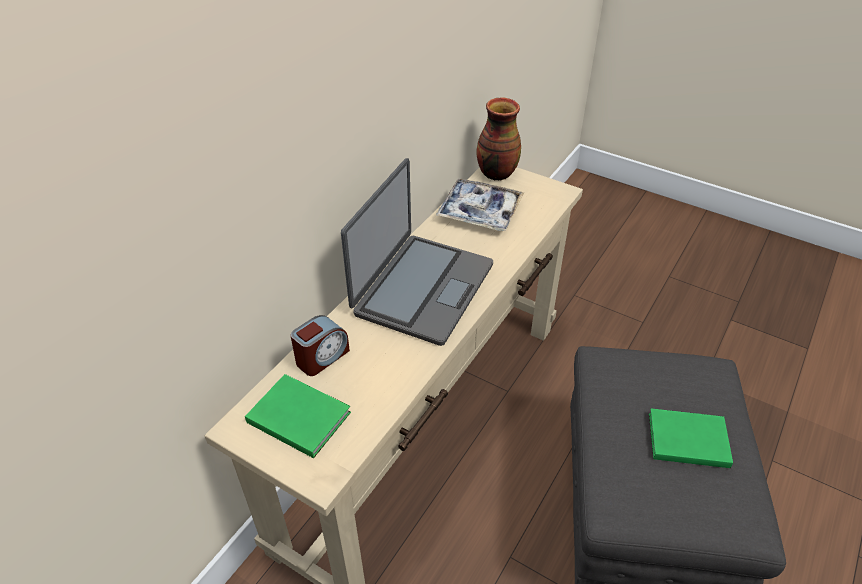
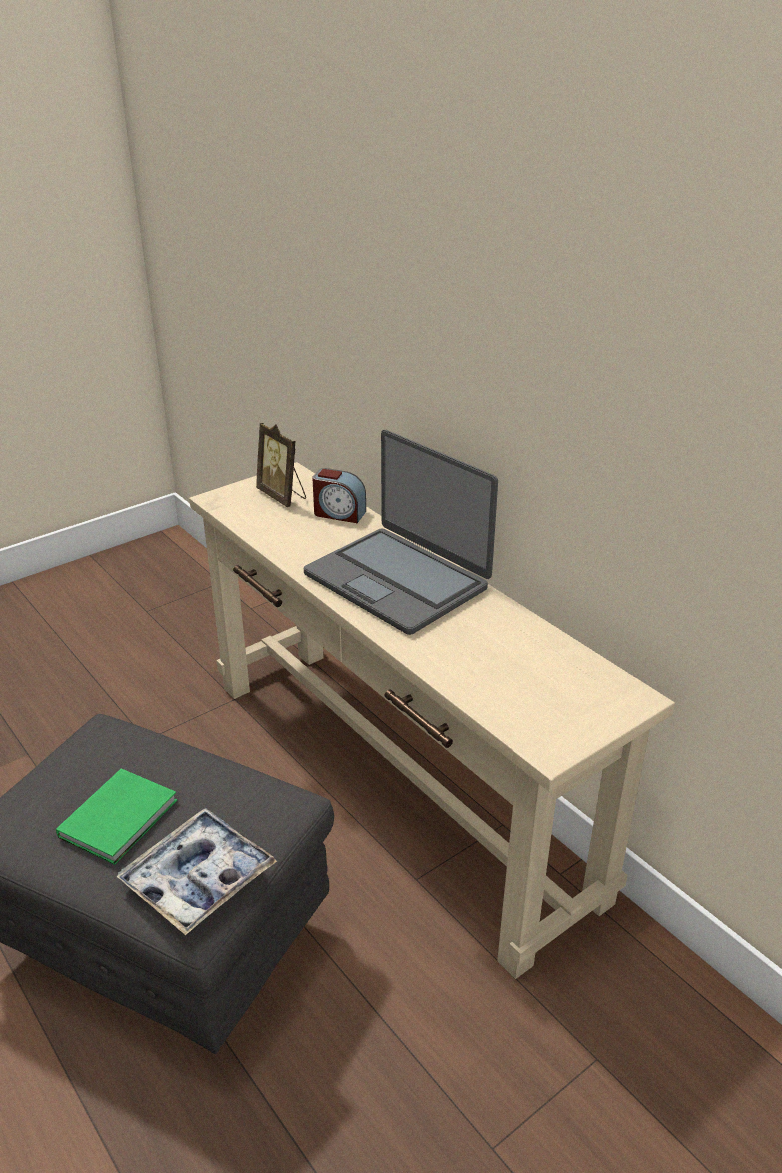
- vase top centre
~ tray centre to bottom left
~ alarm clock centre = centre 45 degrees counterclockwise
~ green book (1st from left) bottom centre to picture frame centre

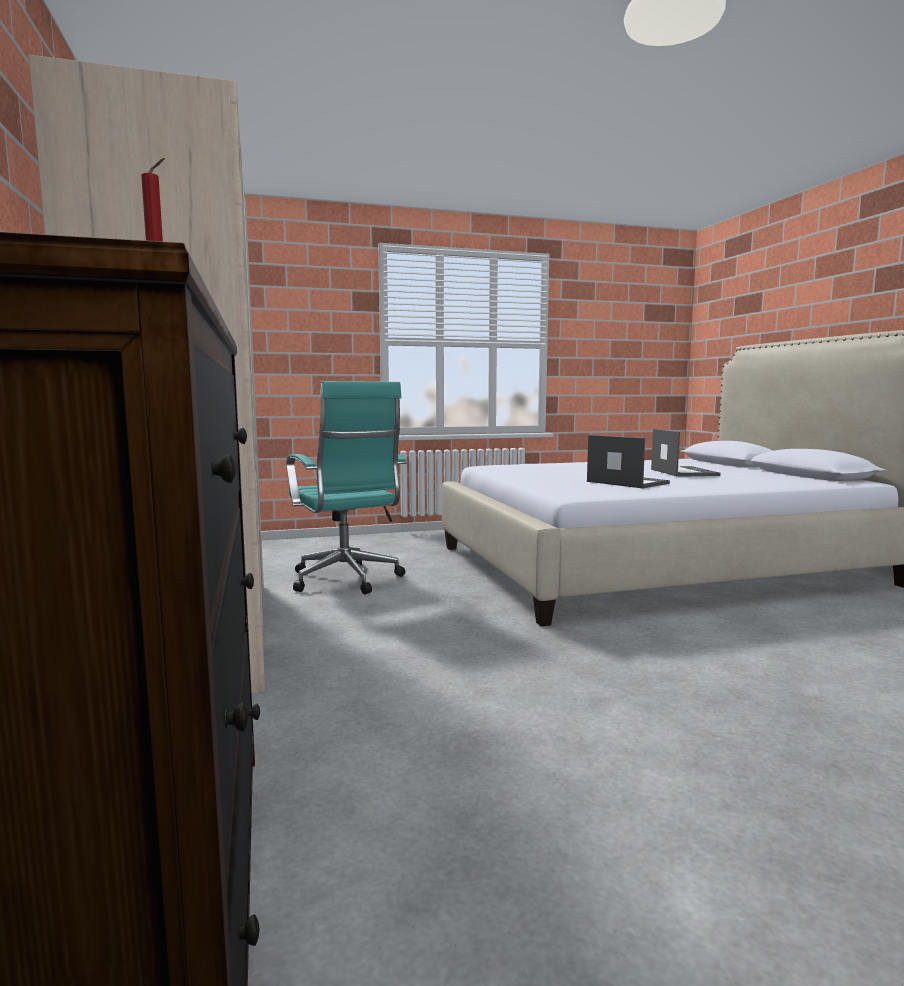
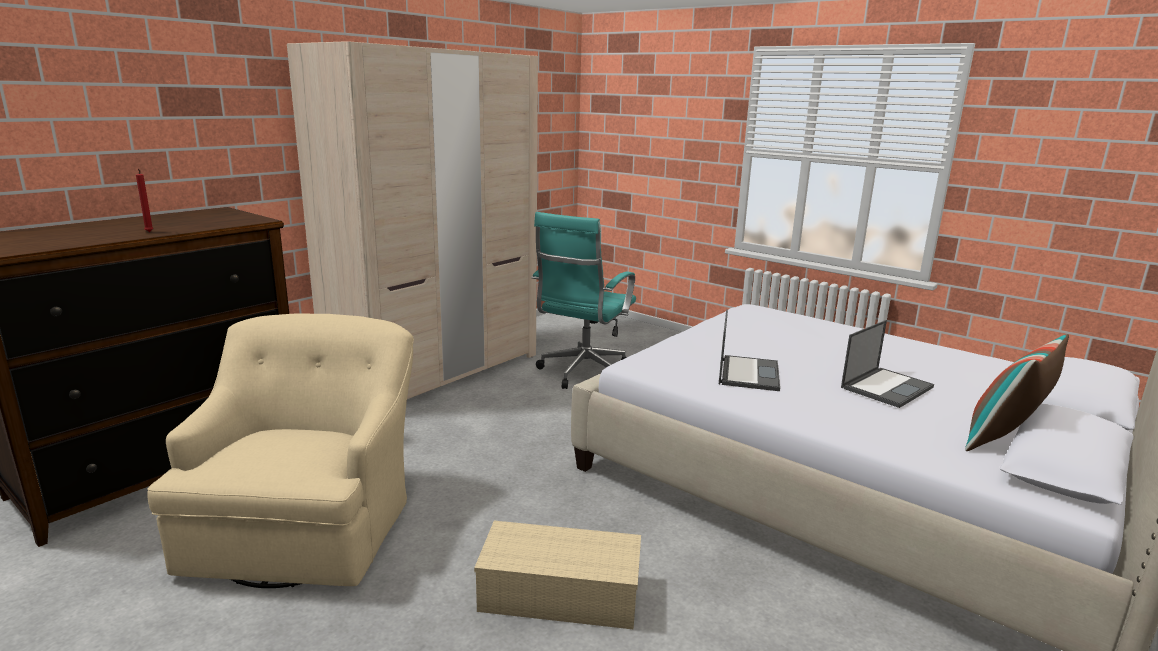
+ beige armchair bottom left
+ pillow middle right
+ beige storage box bottom centre

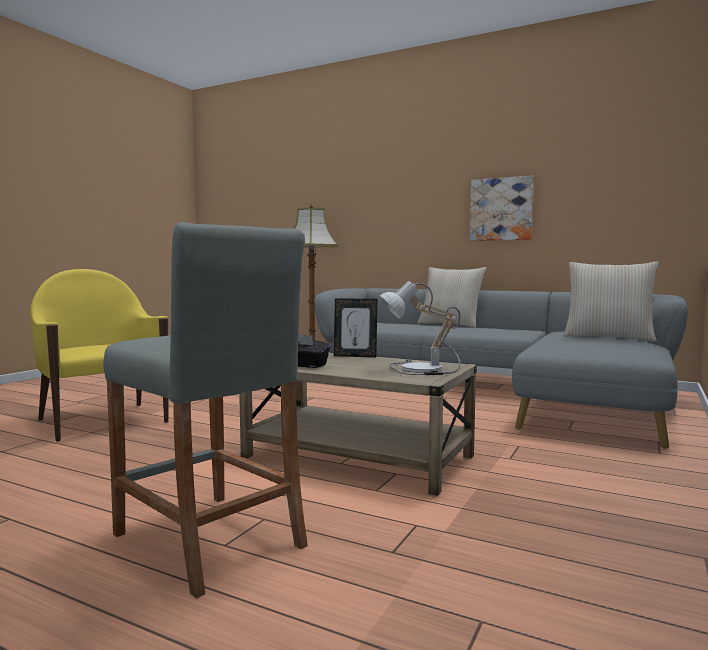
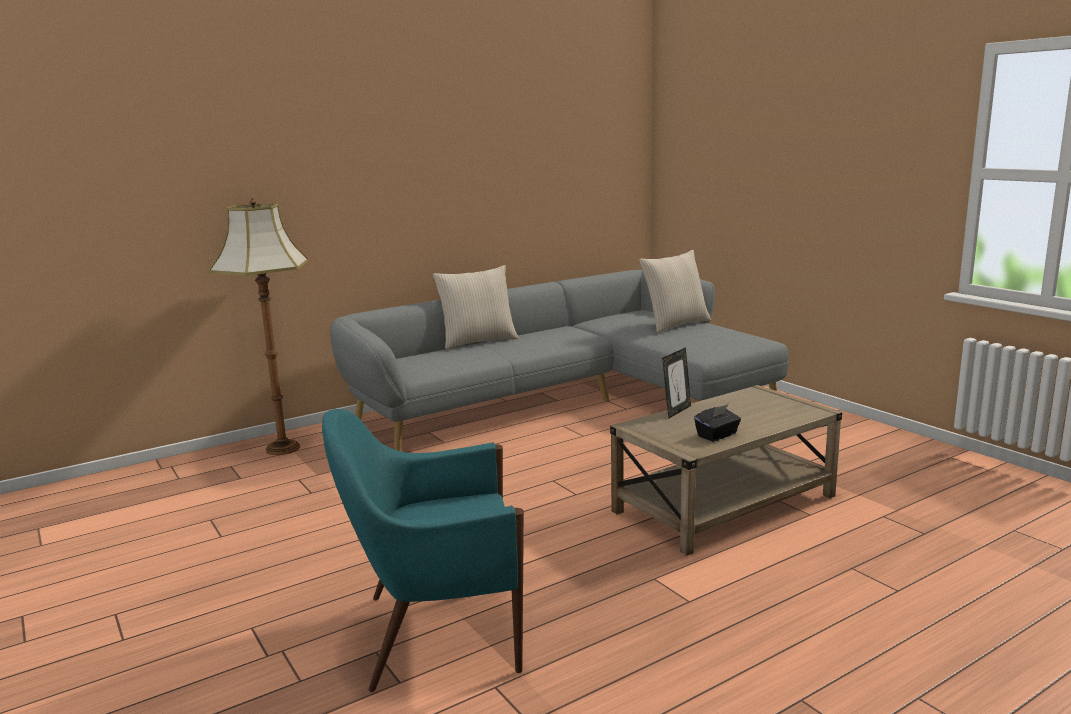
- picture top right
- grey stool middle left
~ yellow armchair middle left to turquoise armchair bottom centre
- table lamp centre

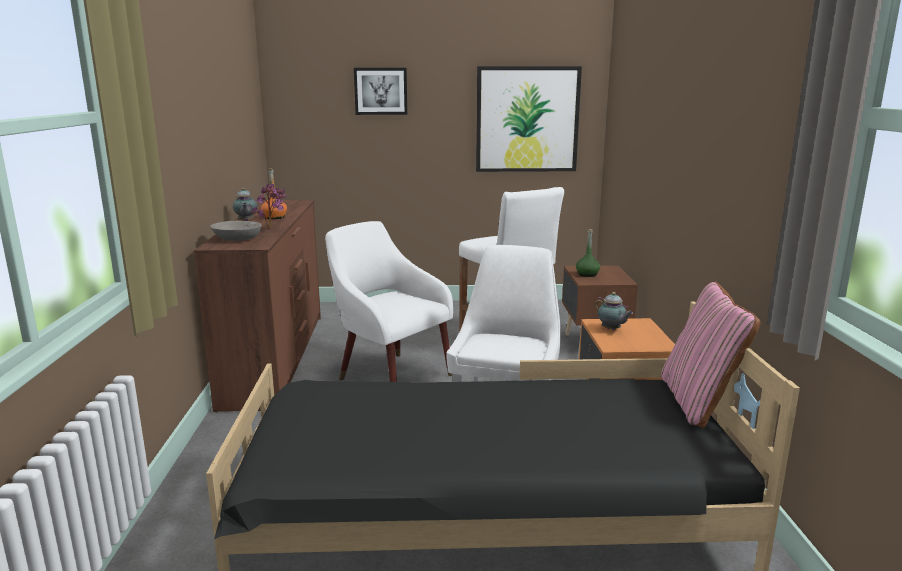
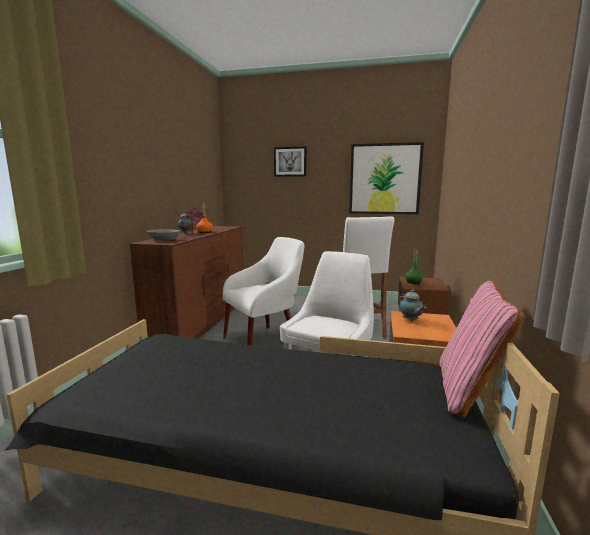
~ white armchair centre = centre 90 degrees clockwise

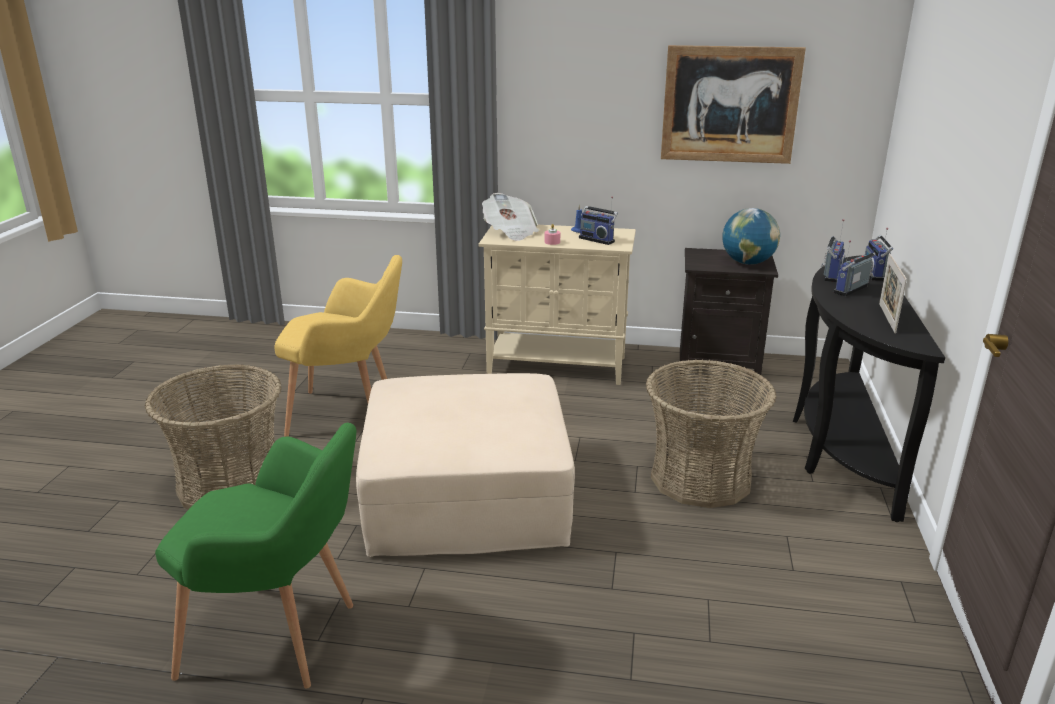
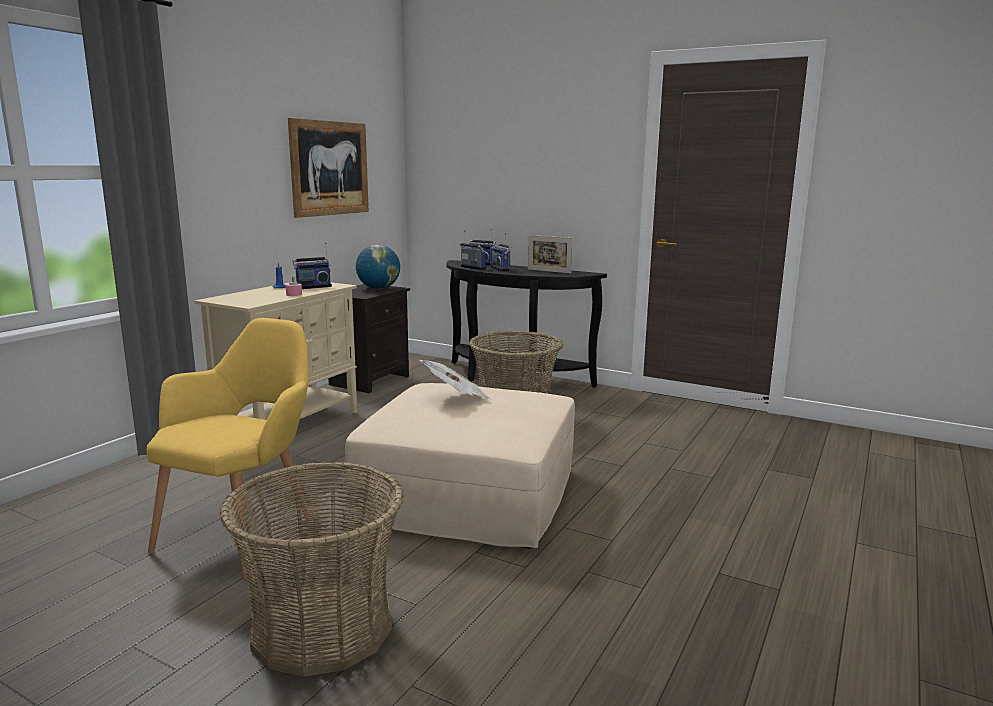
~ newspaper top centre to centre
- green armchair bottom left

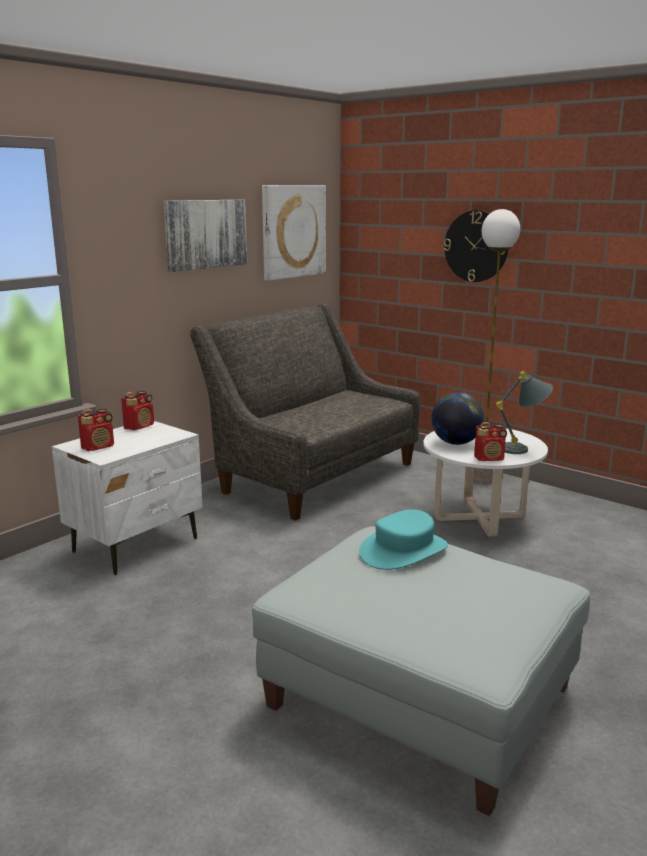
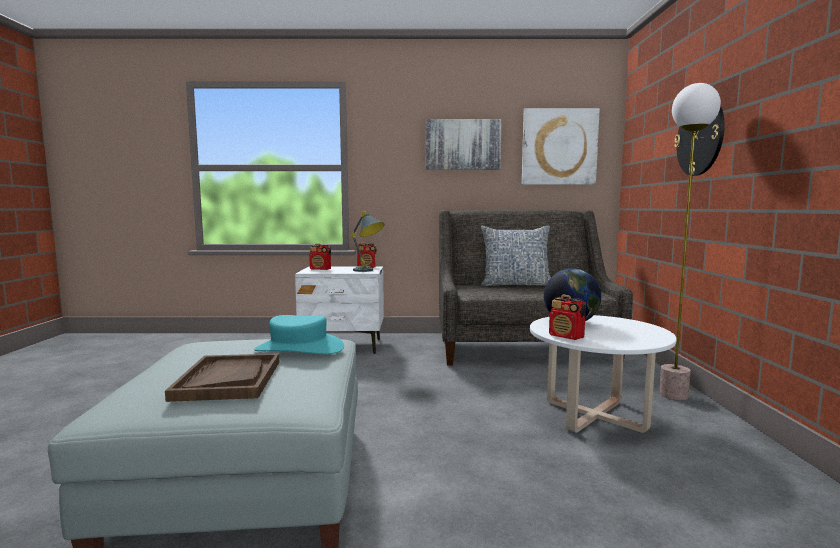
~ grey table lamp middle right to centre
+ pillow centre
+ brown tray bottom left

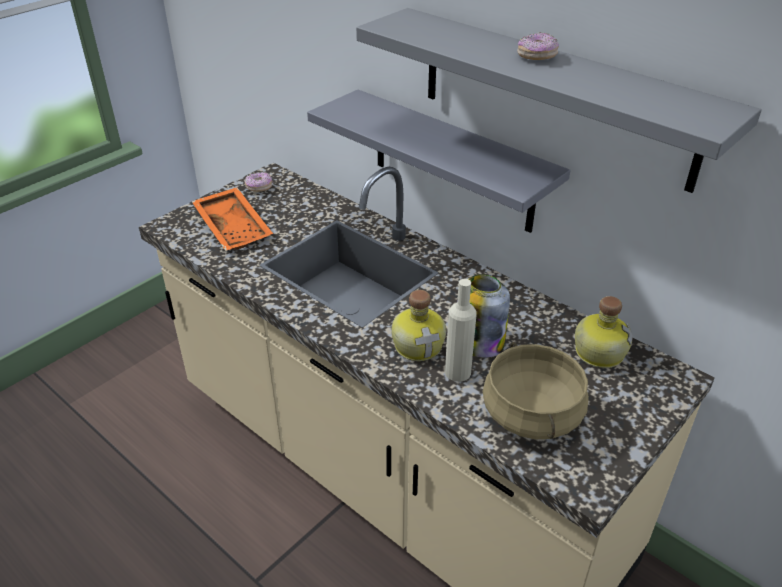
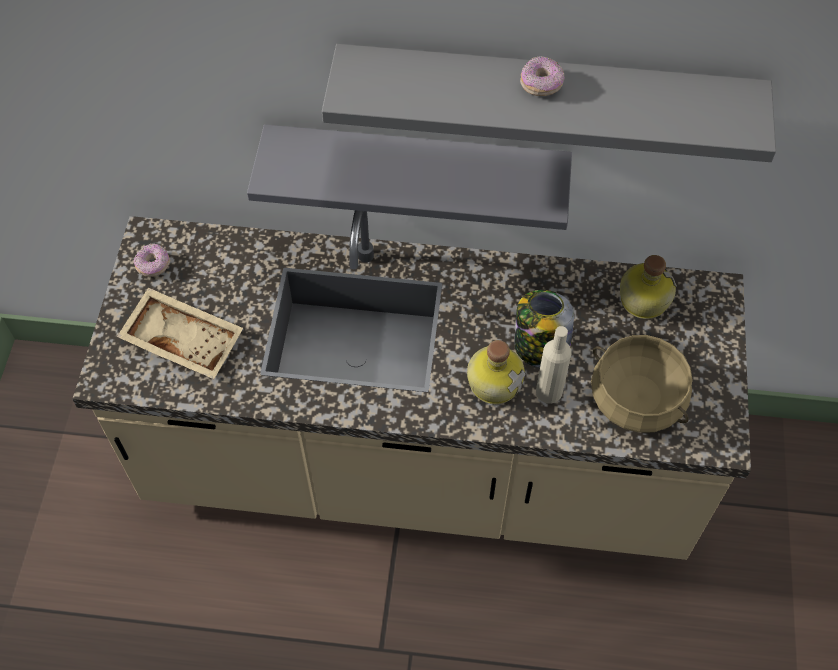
~ orange tray middle left to beige tray middle left

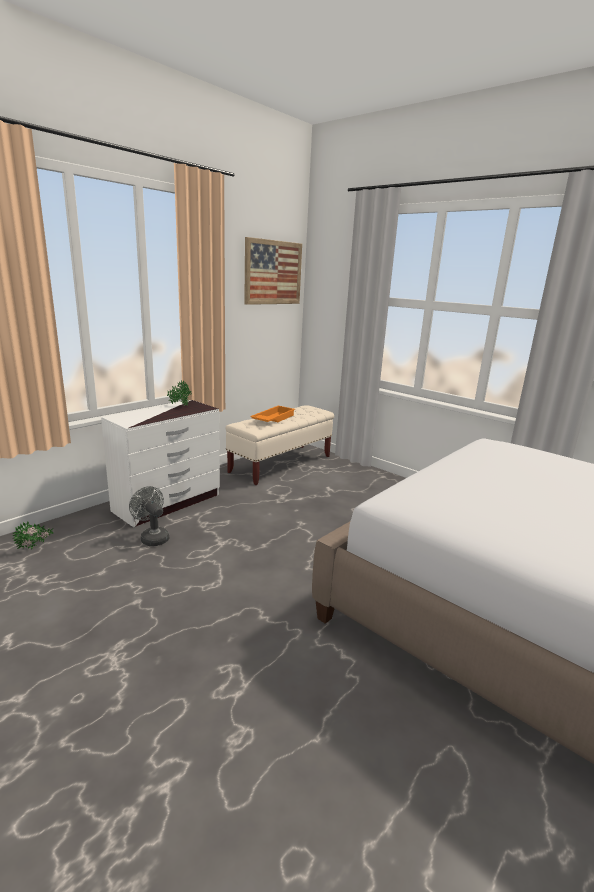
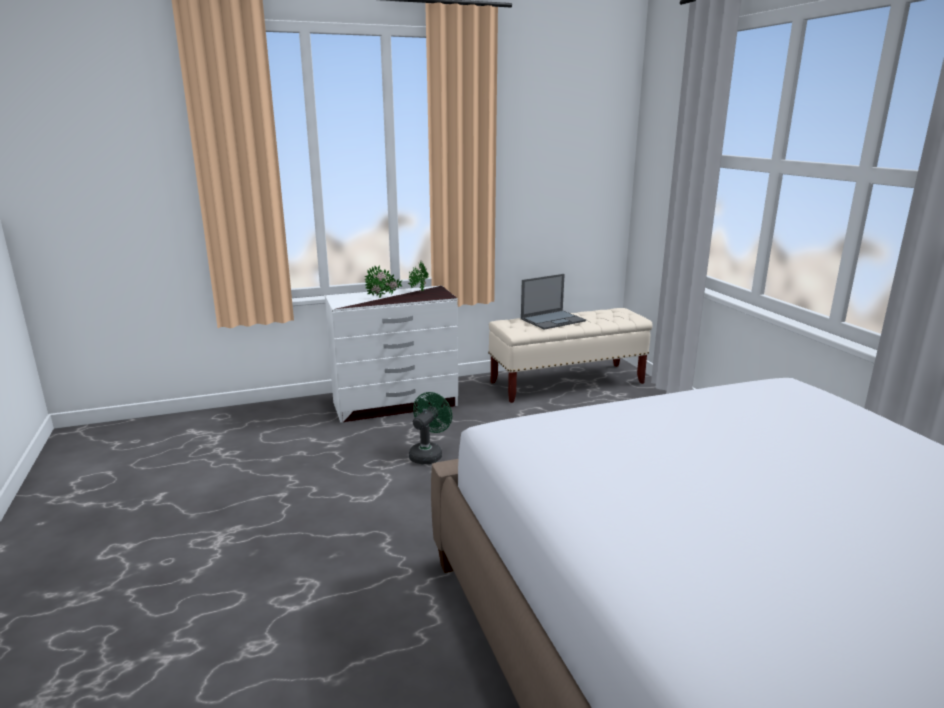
- picture top centre
~ orange tray centre to laptop centre
- grey fan middle left
~ potted plant (1st from left) middle left to centre
+ green fan centre

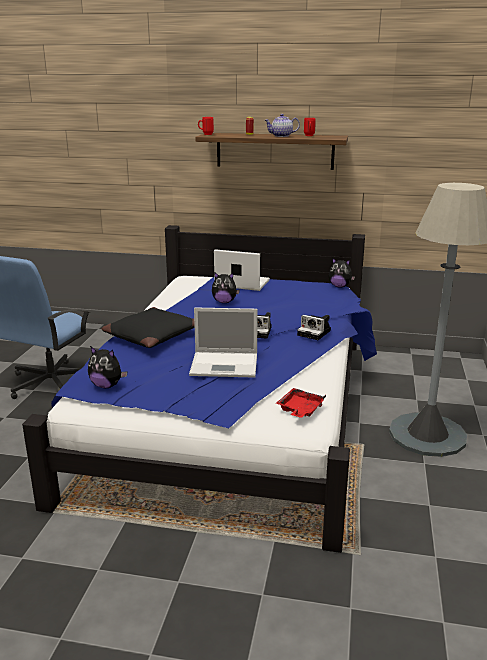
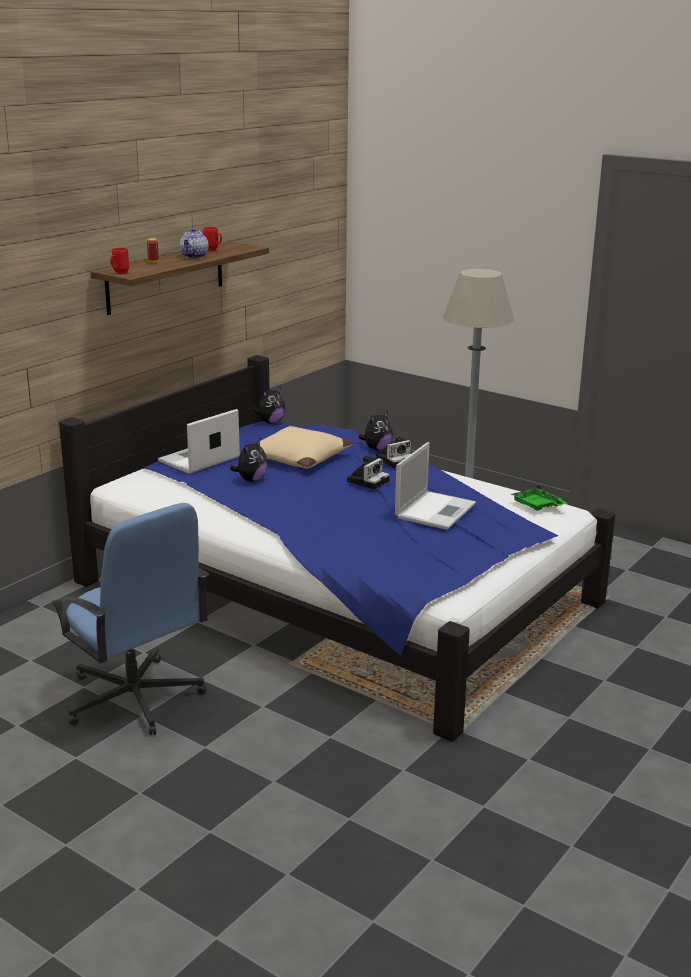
- black pillow middle left
~ plush toy (1st from left in the first image) middle left to plush toy (3rd from left) centre
~ red tray centre to green tray middle right
+ beige pillow centre

